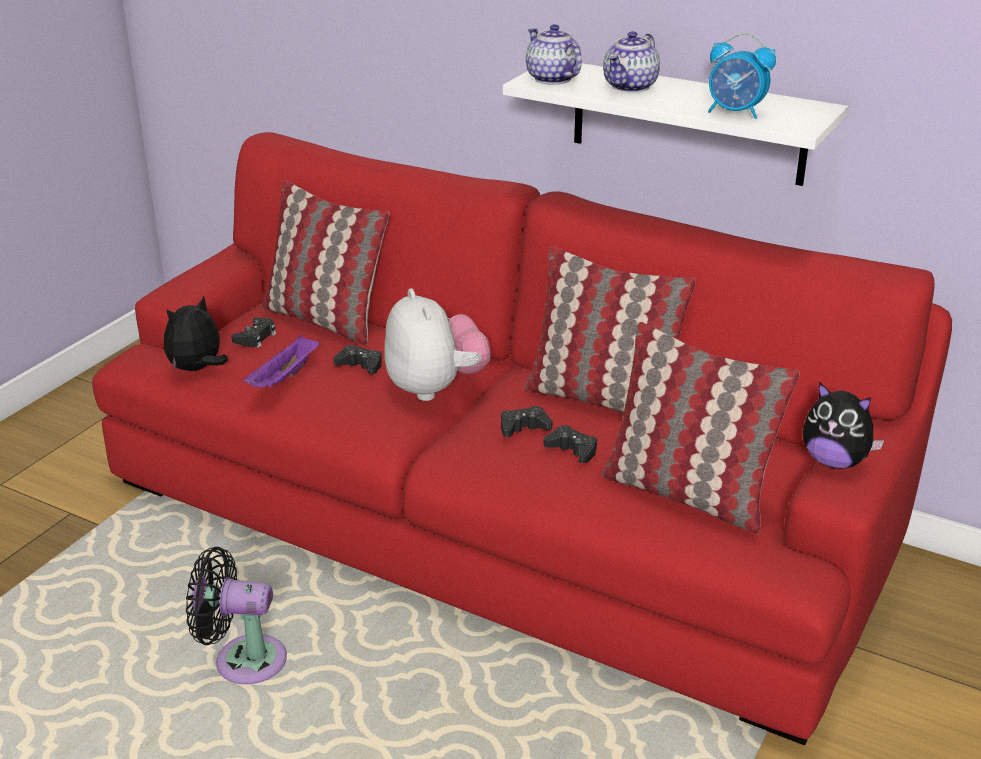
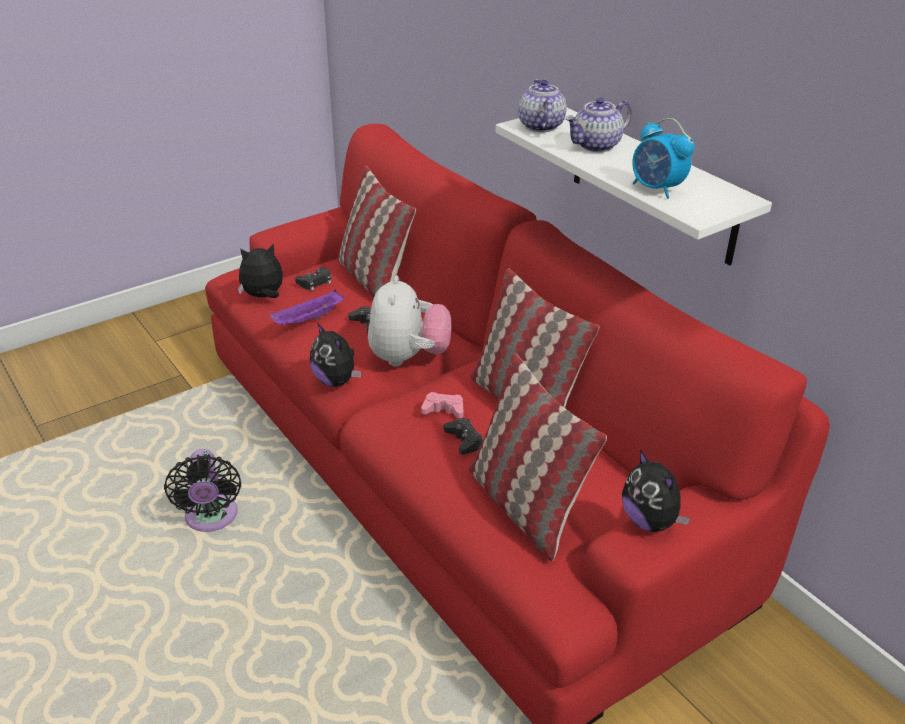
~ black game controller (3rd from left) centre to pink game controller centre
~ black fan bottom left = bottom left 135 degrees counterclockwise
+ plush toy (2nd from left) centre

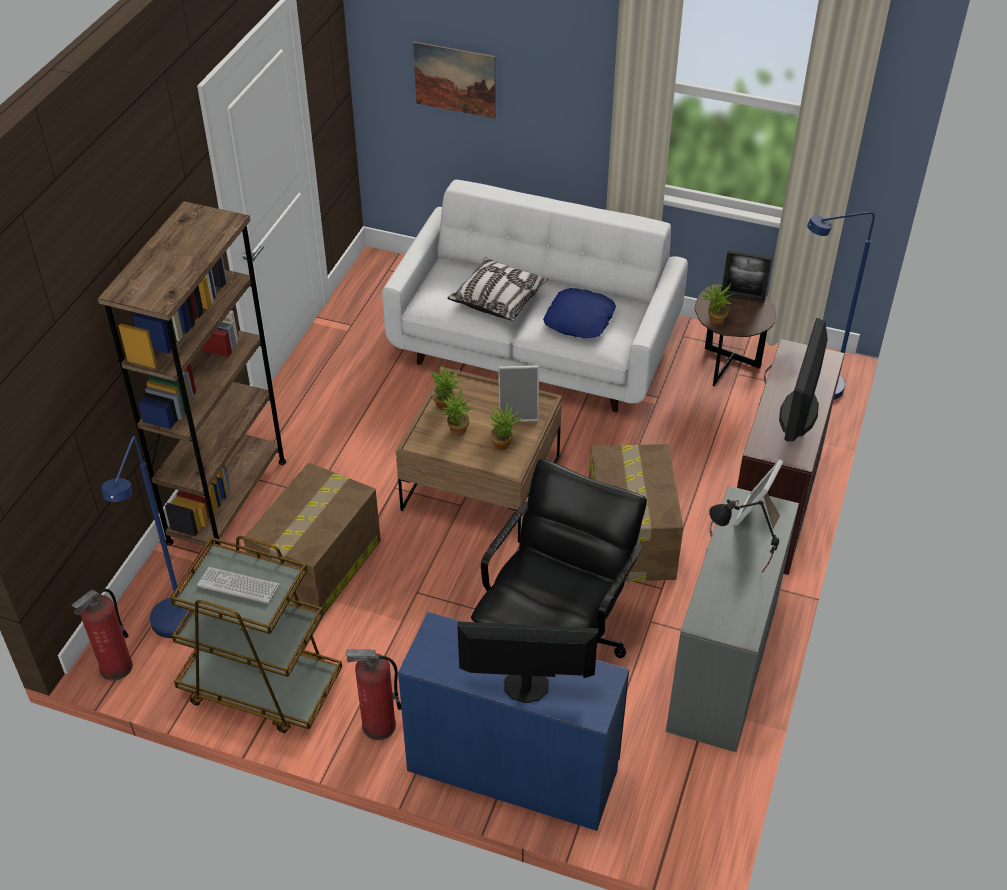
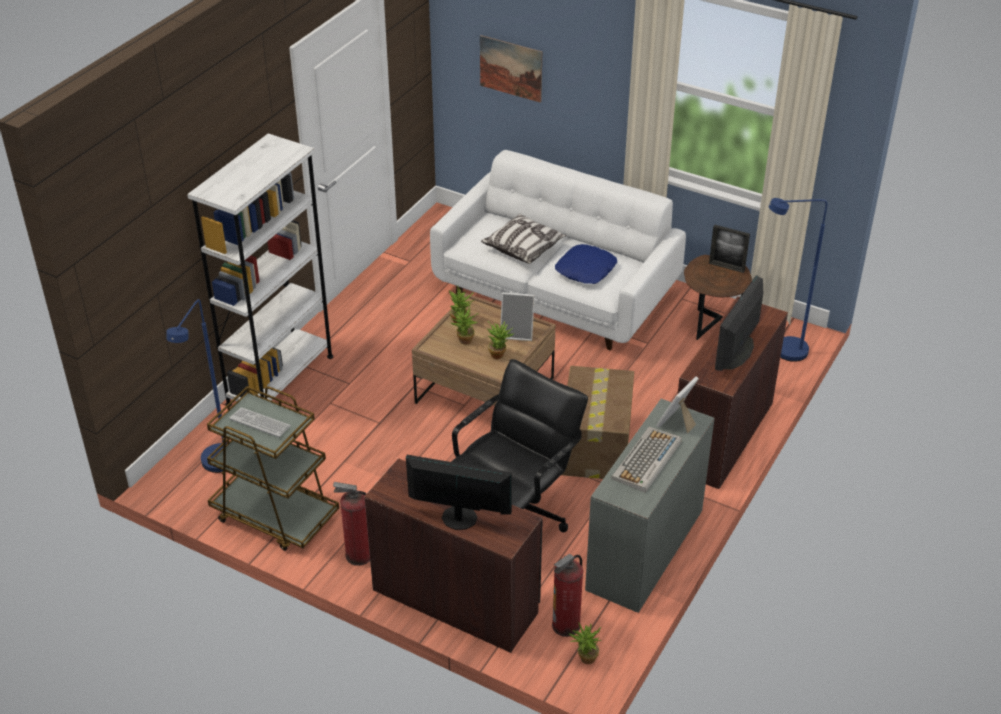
~ brown bookcase middle left to white bookcase middle left
~ potted plant (4th from left) middle right to bottom centre
- cardboard box (1st from left) middle left
~ black table lamp middle right to keyboard (2nd from left) centre
~ fire extinguisher (1st from left in the first image) bottom left to fire extinguisher (2nd from left) bottom centre
~ blue desk bottom centre to brown desk (1st from left) bottom centre

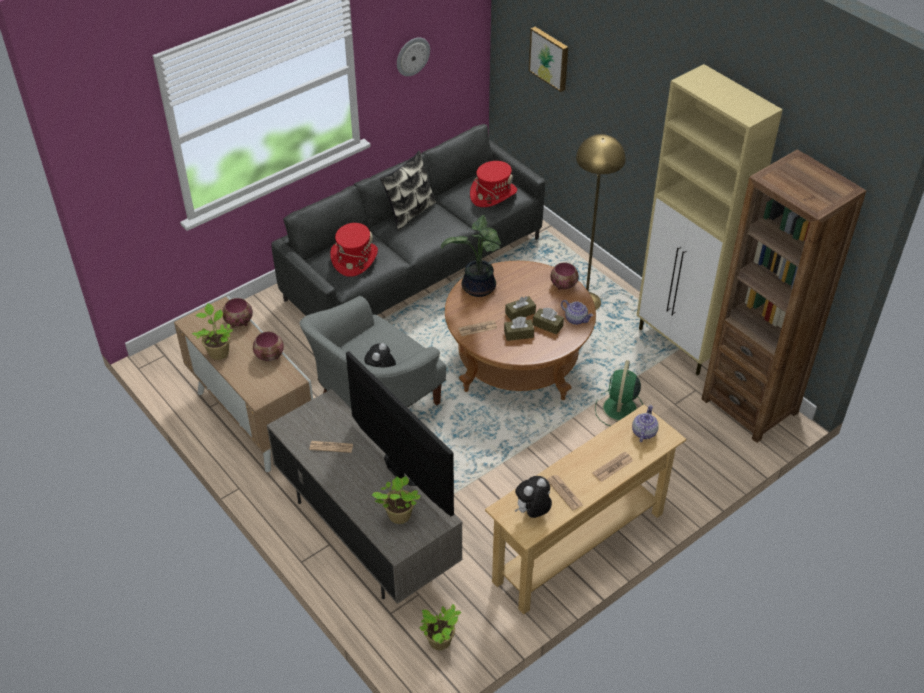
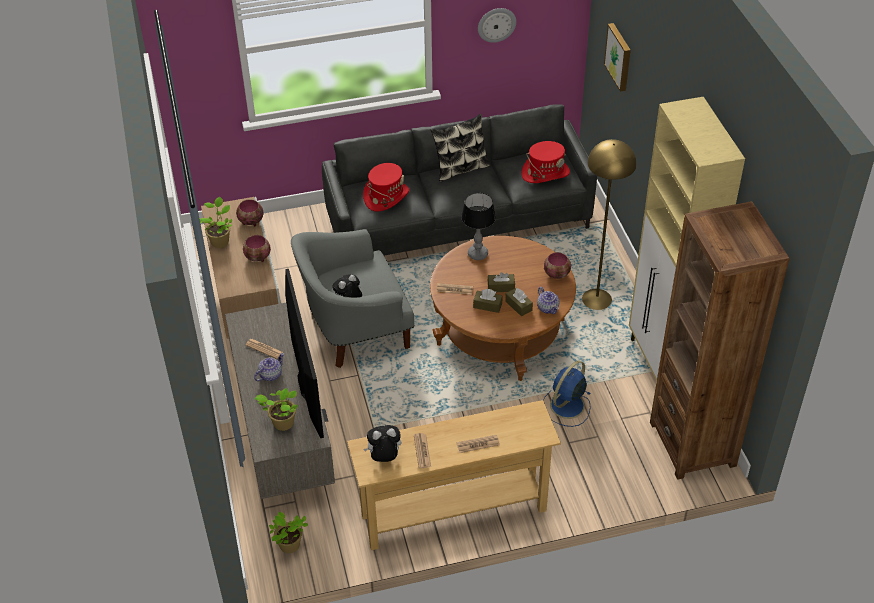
~ potted plant (4th from left) centre to table lamp centre
~ green fan middle right to blue fan centre
~ teapot (2nd from left in the first image) middle right to teapot (1st from left) middle left

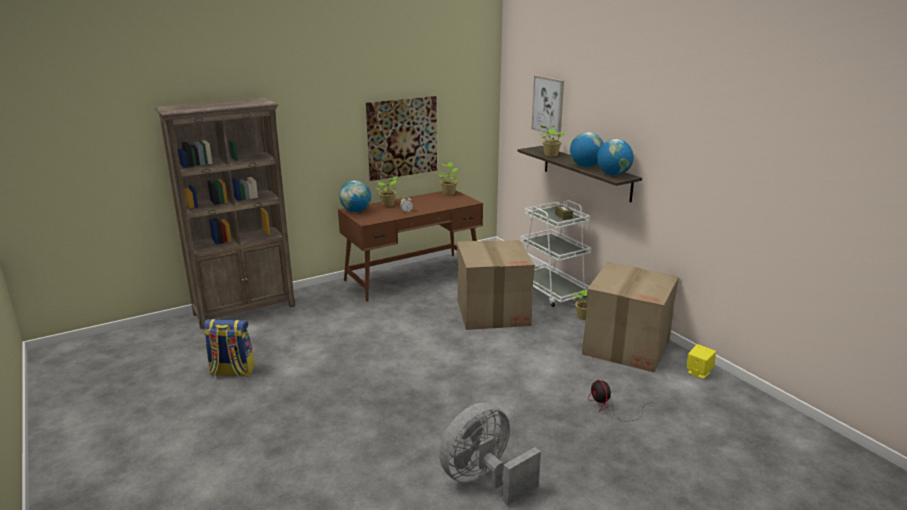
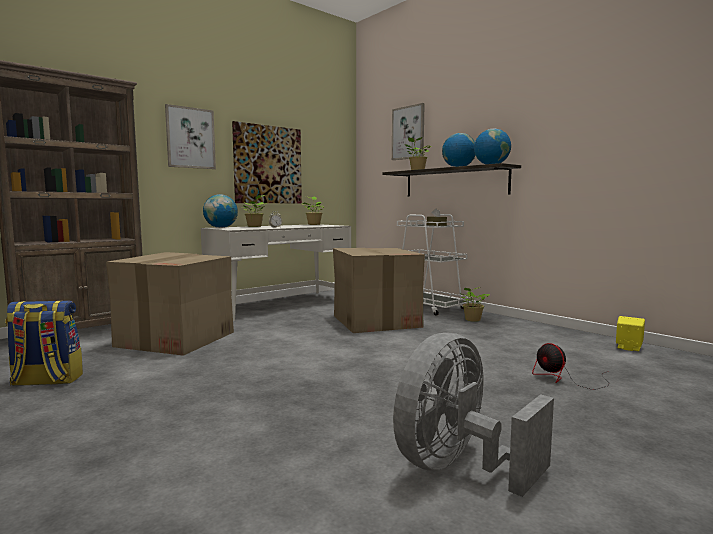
~ brown desk centre to white desk centre
~ cardboard box (2nd from left in the first image) middle right to cardboard box (1st from left) middle left
+ picture (1st from left) top left

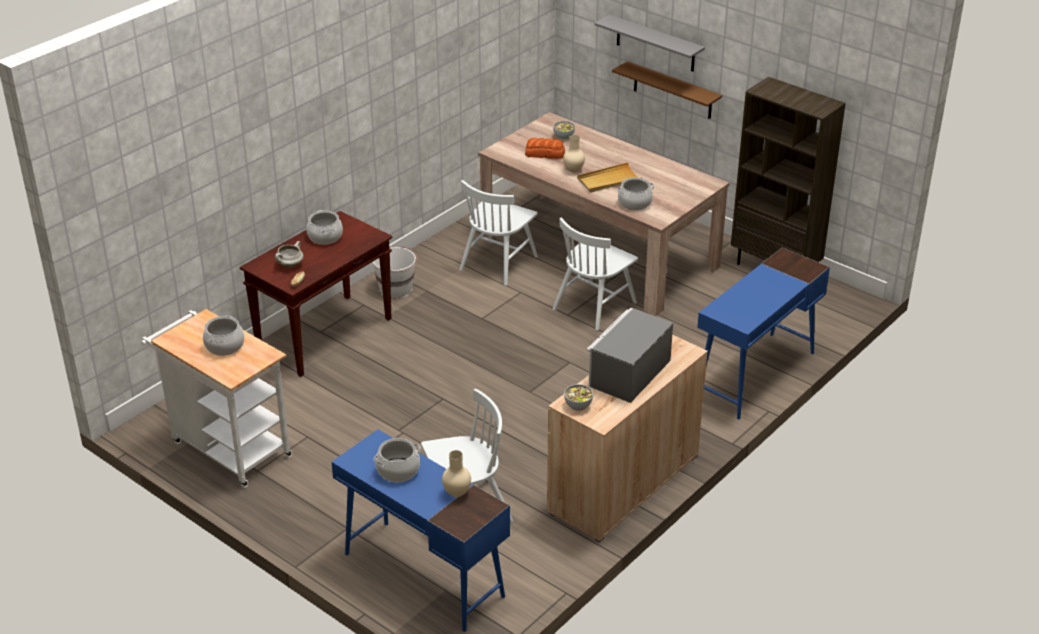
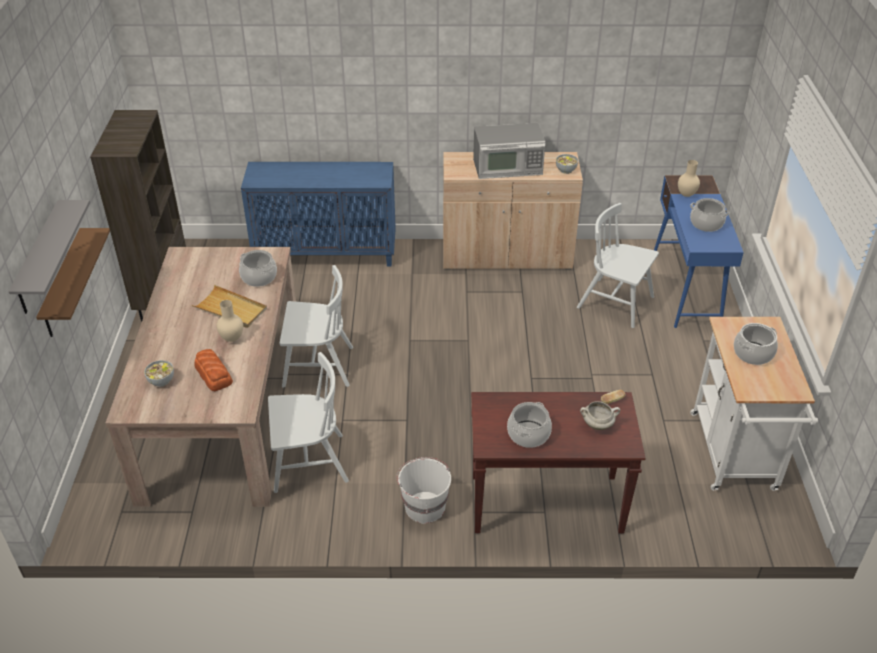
~ blue desk (2nd from left) middle right to blue cabinet top centre

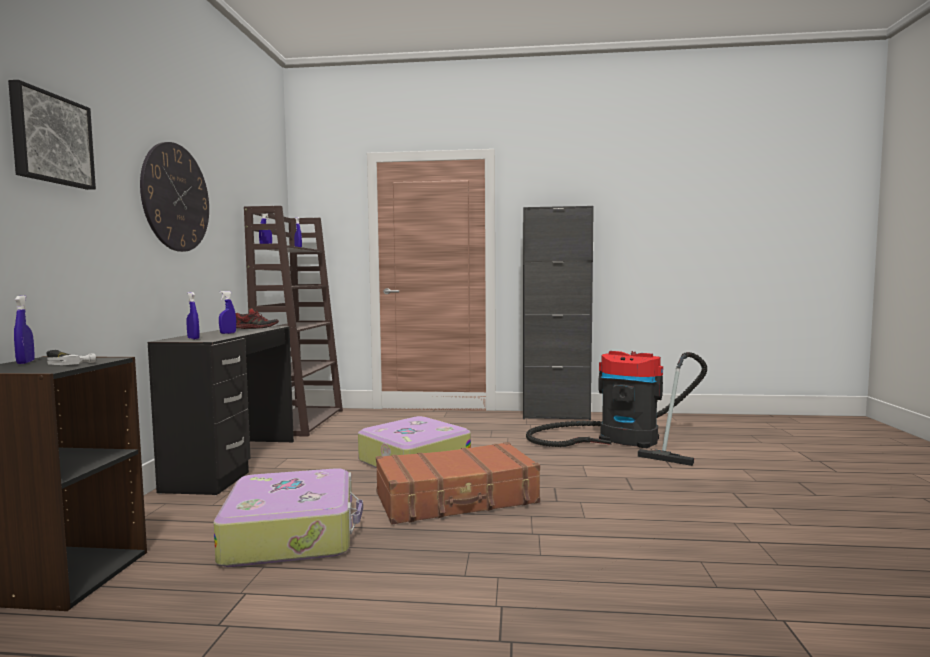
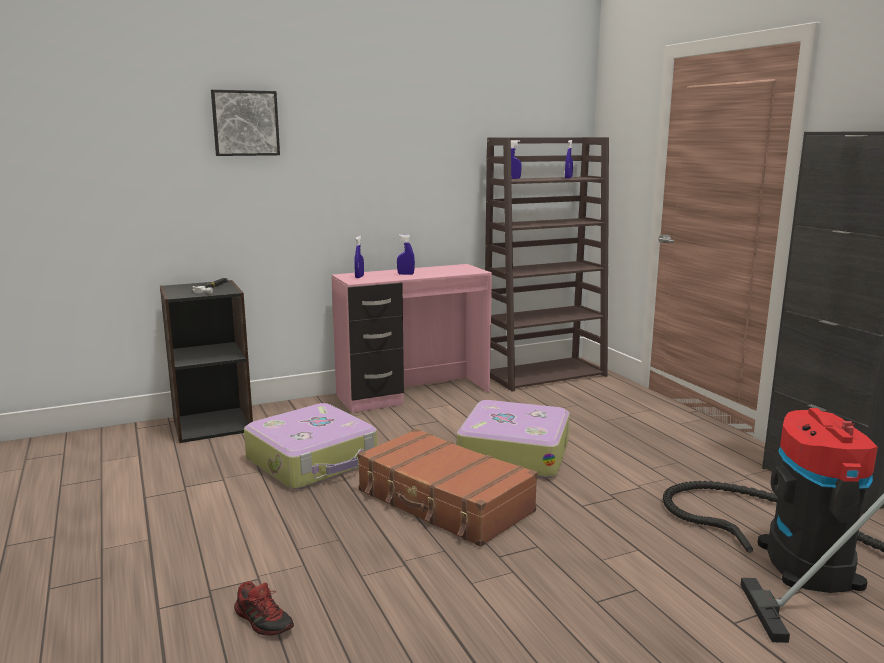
- wall clock top left
- blue spray bottle (1st from left) middle left
~ shoe middle left to bottom left
~ black desk middle left to pink desk centre

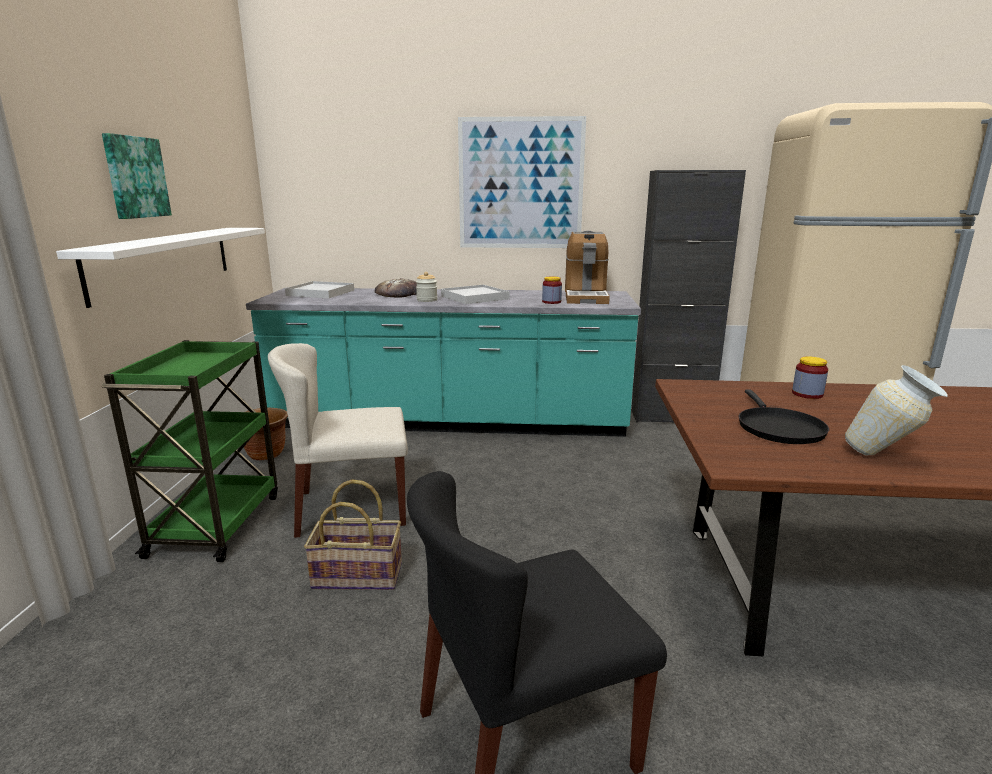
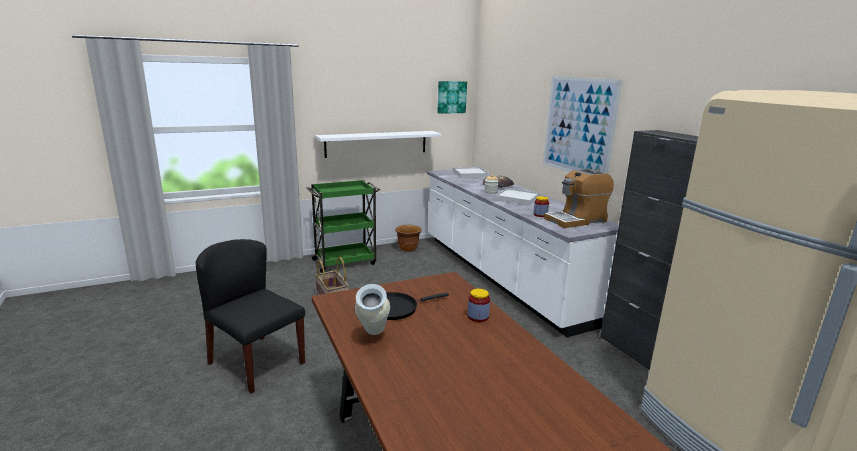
~ picture (1st from left) top left to top centre
~ turquoise counter centre to white counter centre
- beige chair centre

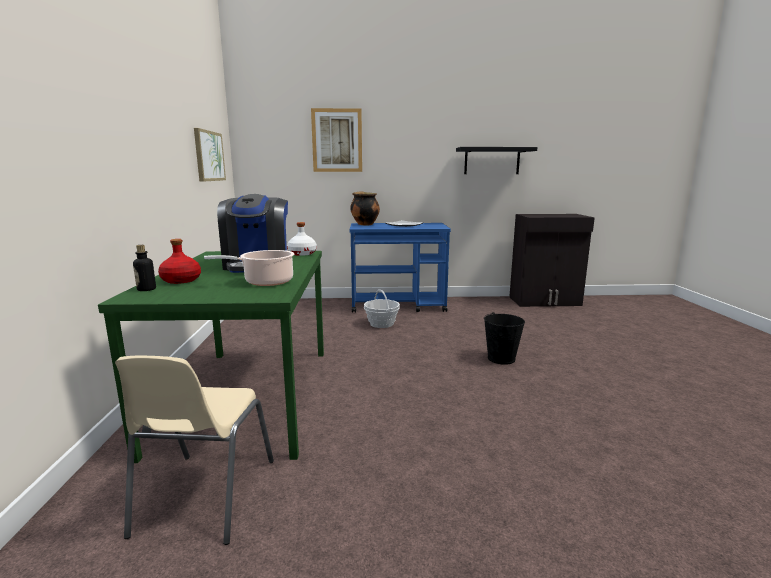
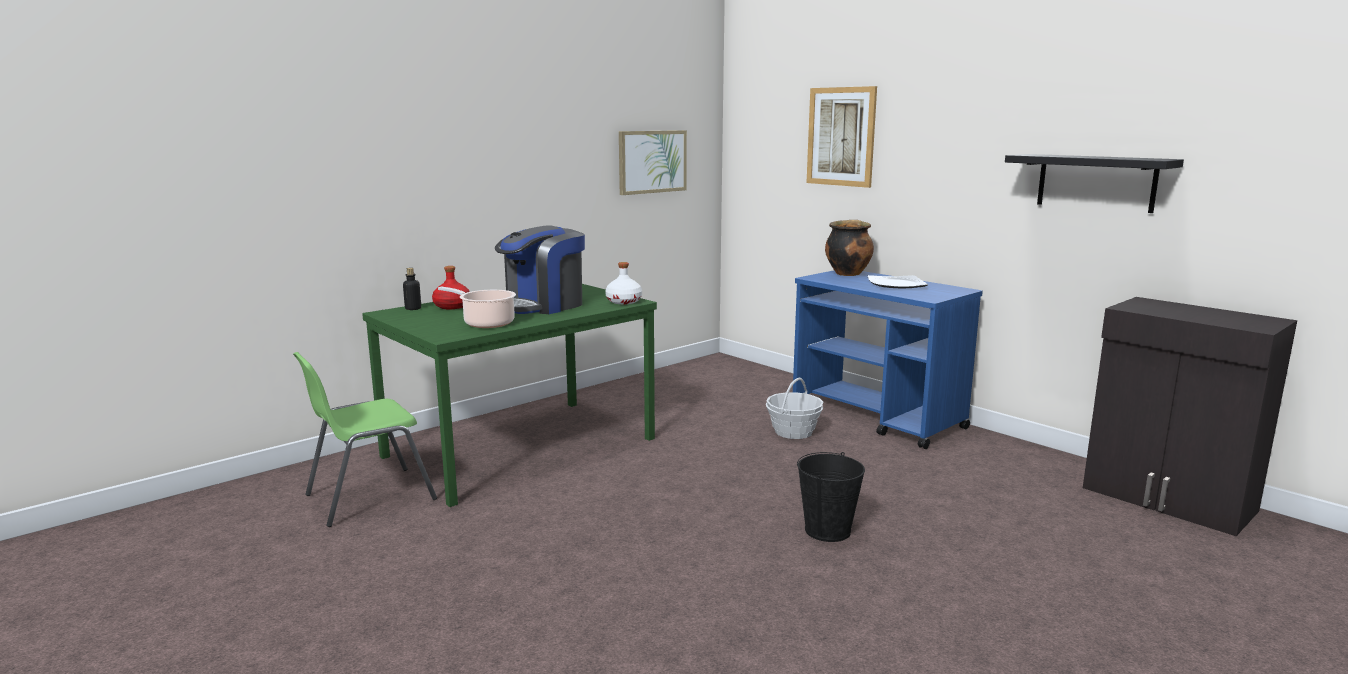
~ beige chair bottom left to green chair middle left

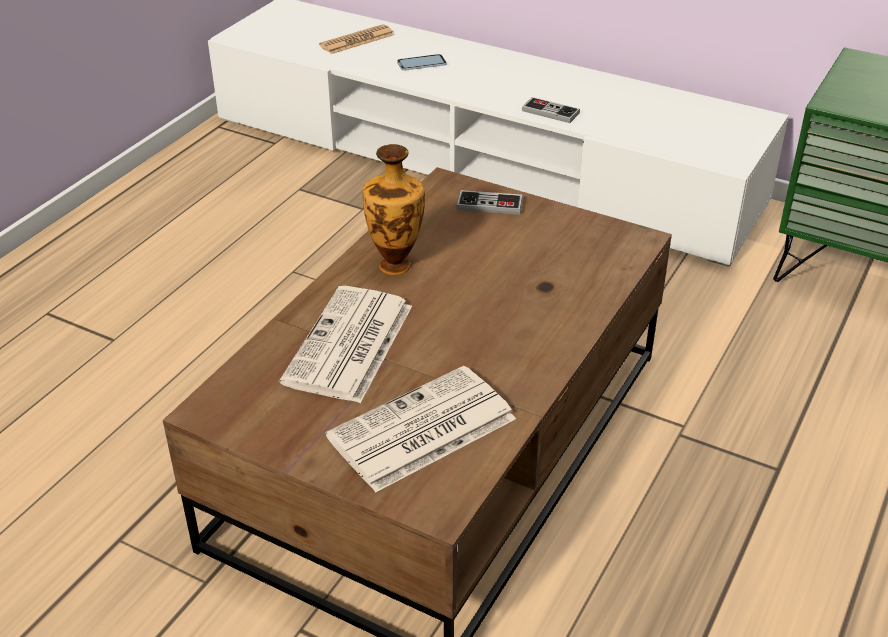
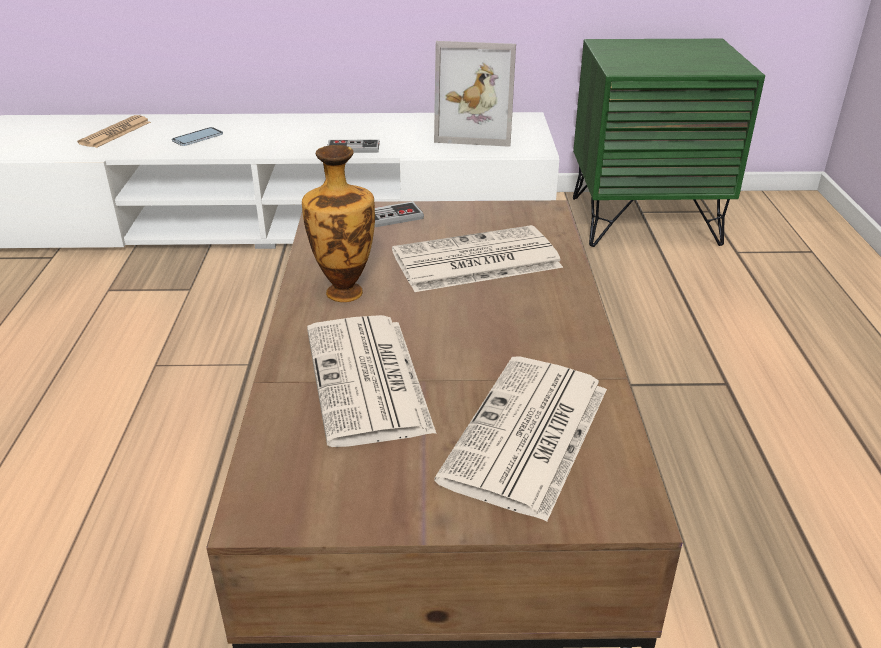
+ picture frame top centre
+ newspaper (3rd from left) centre

